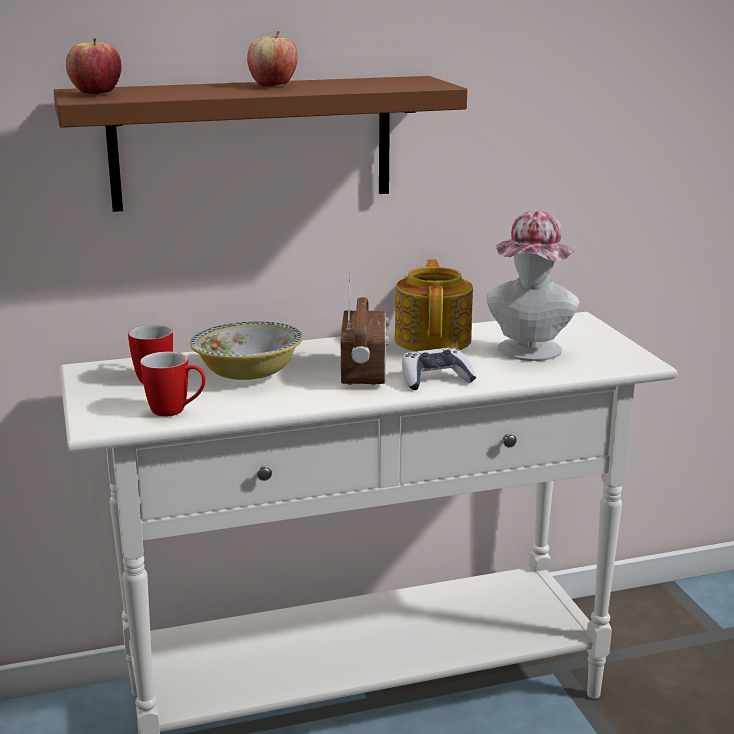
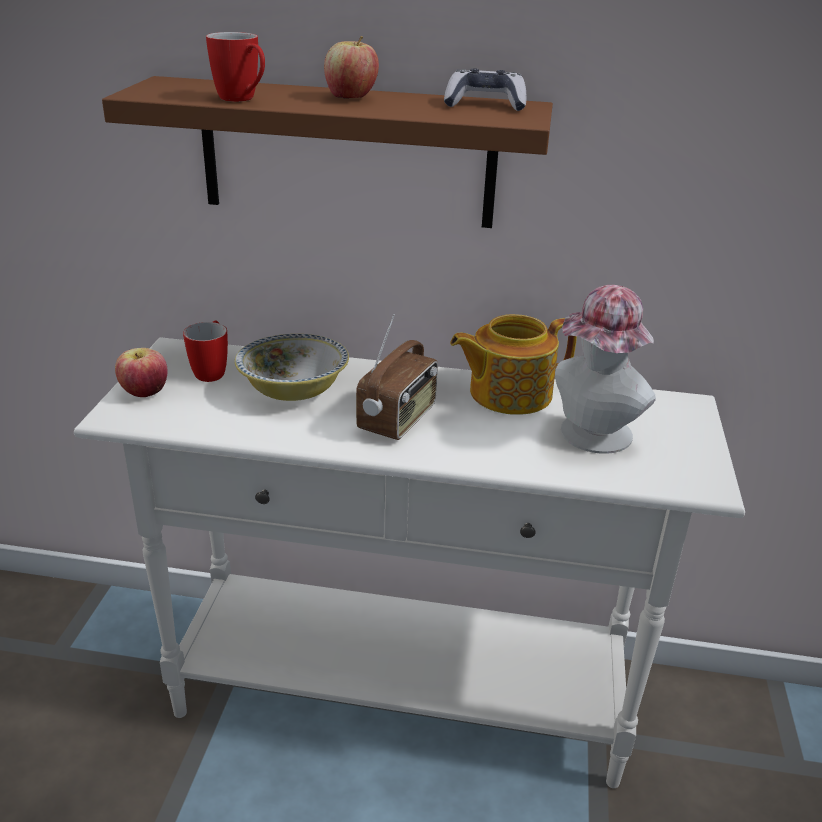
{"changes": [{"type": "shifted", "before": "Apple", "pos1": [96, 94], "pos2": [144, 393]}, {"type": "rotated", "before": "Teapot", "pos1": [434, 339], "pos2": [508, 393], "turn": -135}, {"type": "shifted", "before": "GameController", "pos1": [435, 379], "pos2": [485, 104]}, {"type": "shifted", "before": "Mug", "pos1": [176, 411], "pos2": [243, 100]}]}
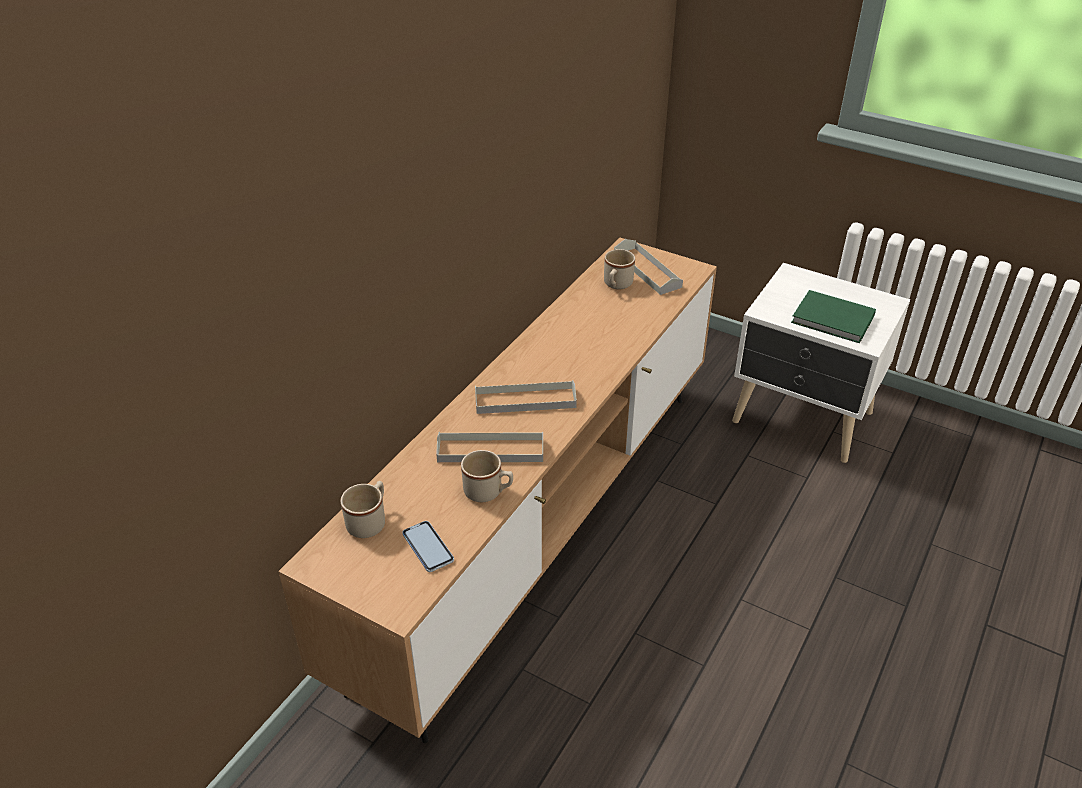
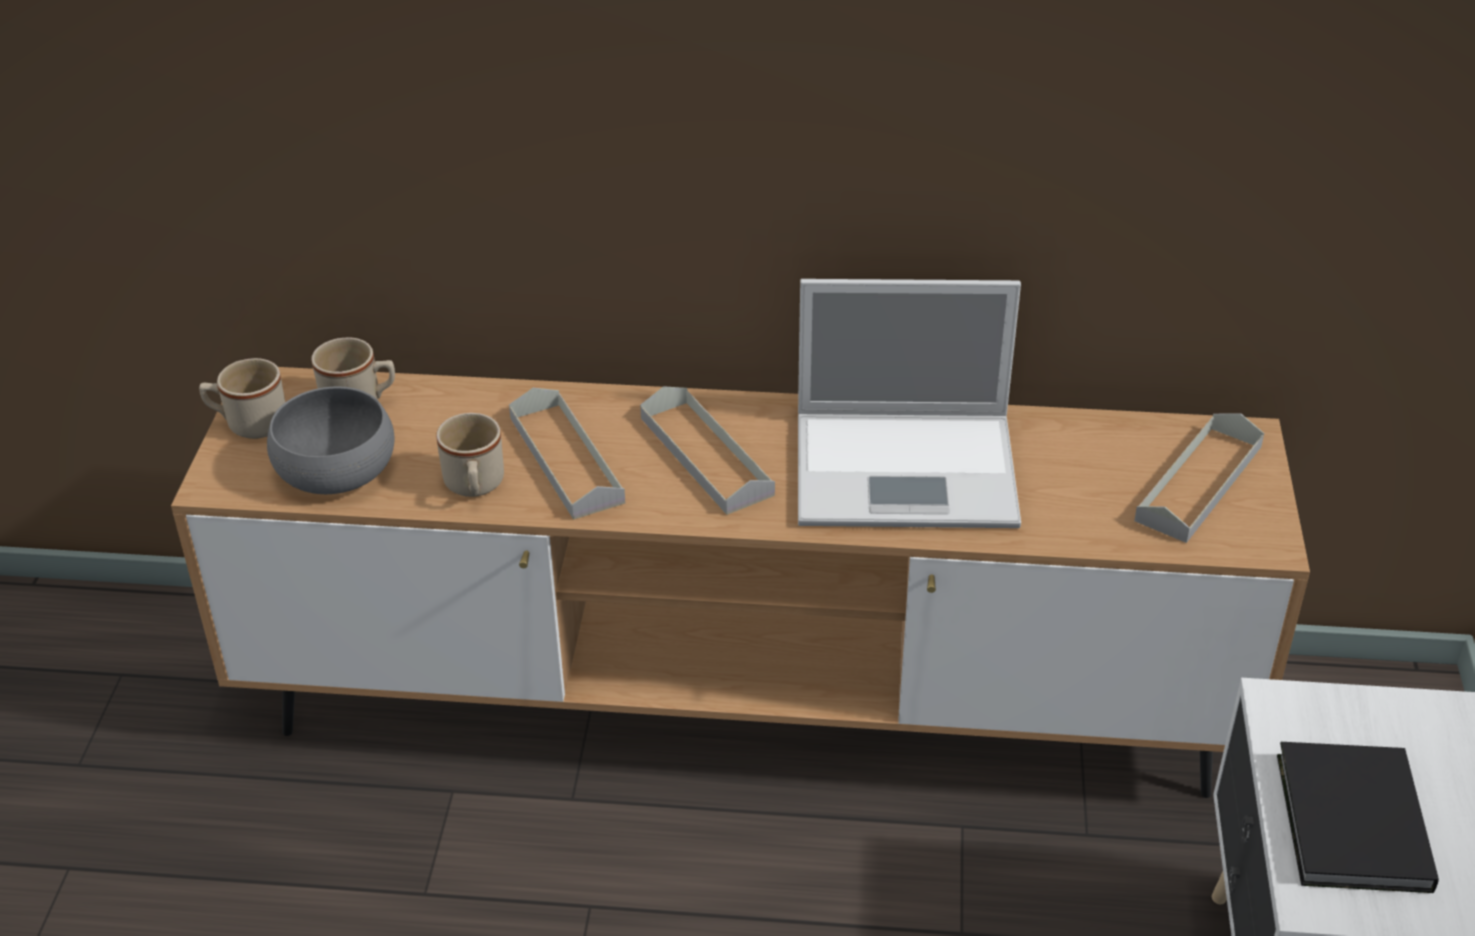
{"changes": [{"type": "shifted", "before": "BeigeMug", "pos1": [616, 285], "pos2": [248, 424]}, {"type": "repainted", "before": "GreenBook", "after": "BlackBook", "pos1": [834, 320], "pos2": [1350, 825]}, {"type": "swapped", "before": "Phone", "after": "GreyBowl", "pos1": [428, 547], "pos2": [336, 469]}, {"type": "new", "after": "Laptop", "pos2": [910, 470]}]}
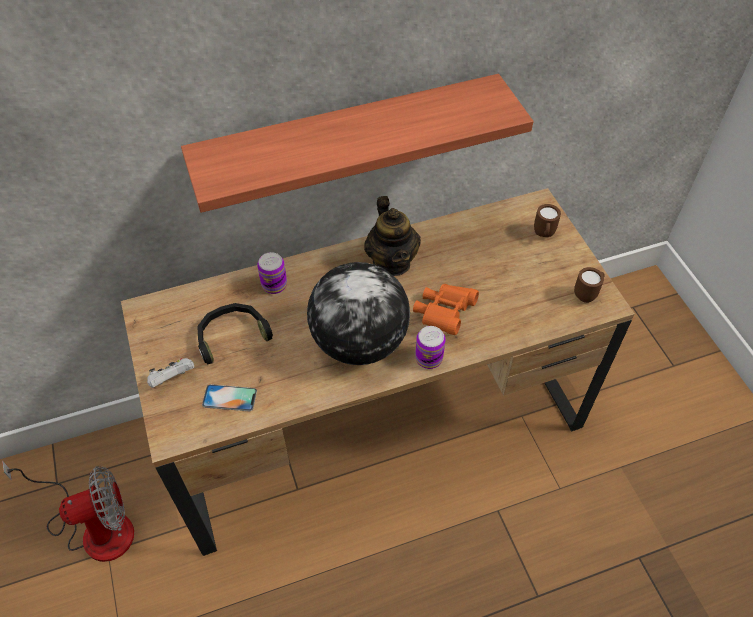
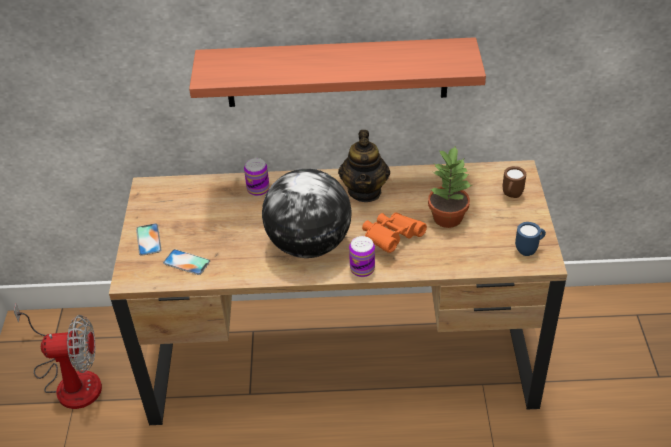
{"changes": [{"type": "repainted", "before": "BrownMug", "after": "BlueMug", "pos1": [587, 294], "pos2": [529, 250]}, {"type": "gone", "before": "BlackHeadphones", "pos1": [232, 336]}, {"type": "swapped", "before": "WhiteGameController", "after": "Phone", "pos1": [172, 379], "pos2": [148, 239]}, {"type": "new", "after": "PottedPlant", "pos2": [447, 217]}]}
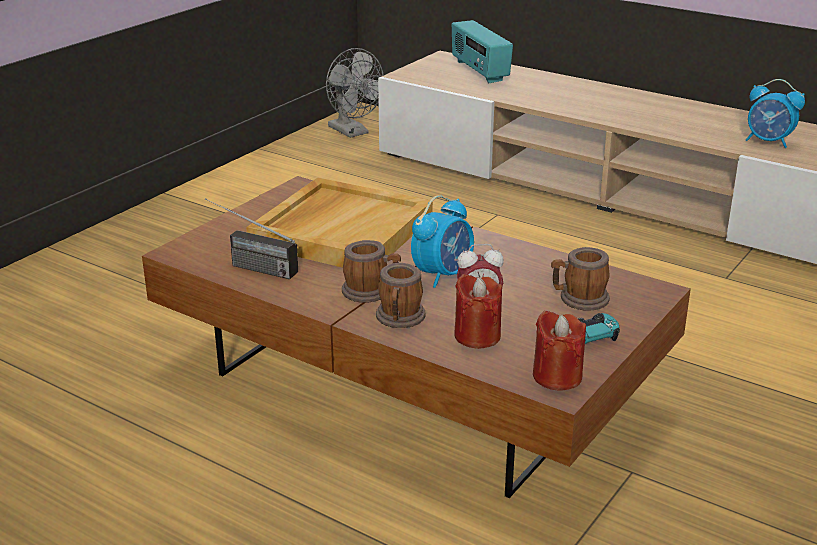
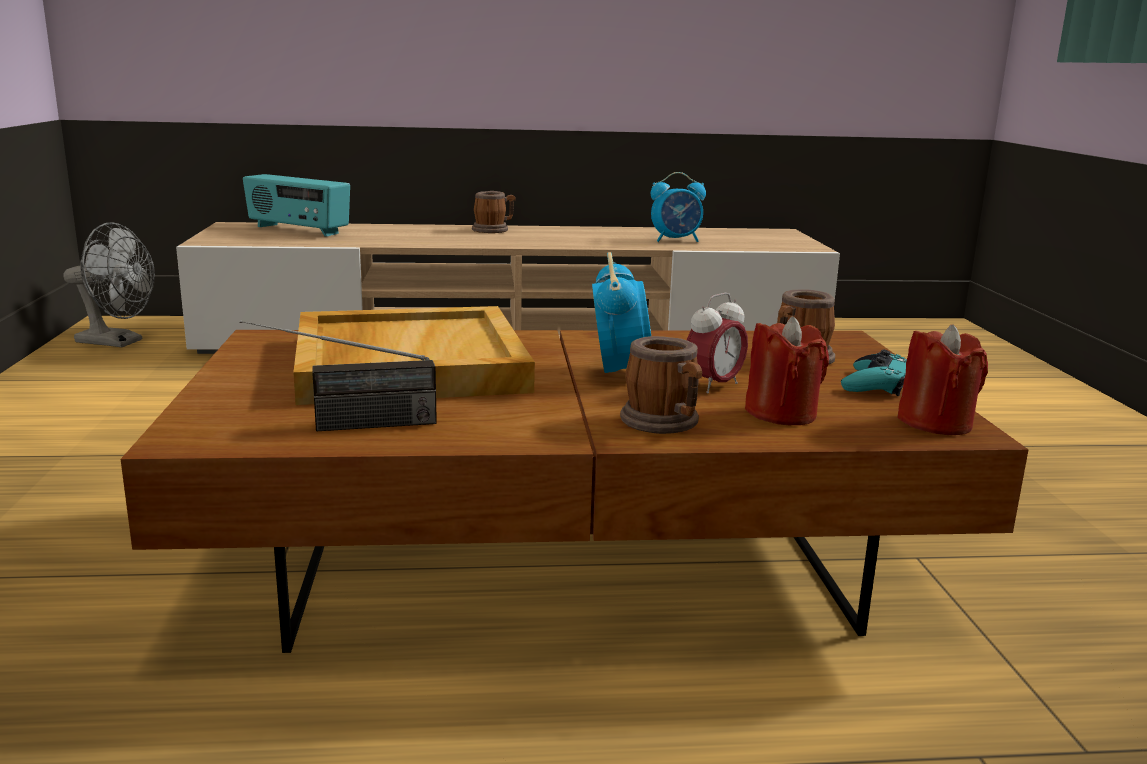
{"changes": [{"type": "shifted", "before": "Mug", "pos1": [371, 291], "pos2": [494, 230]}]}
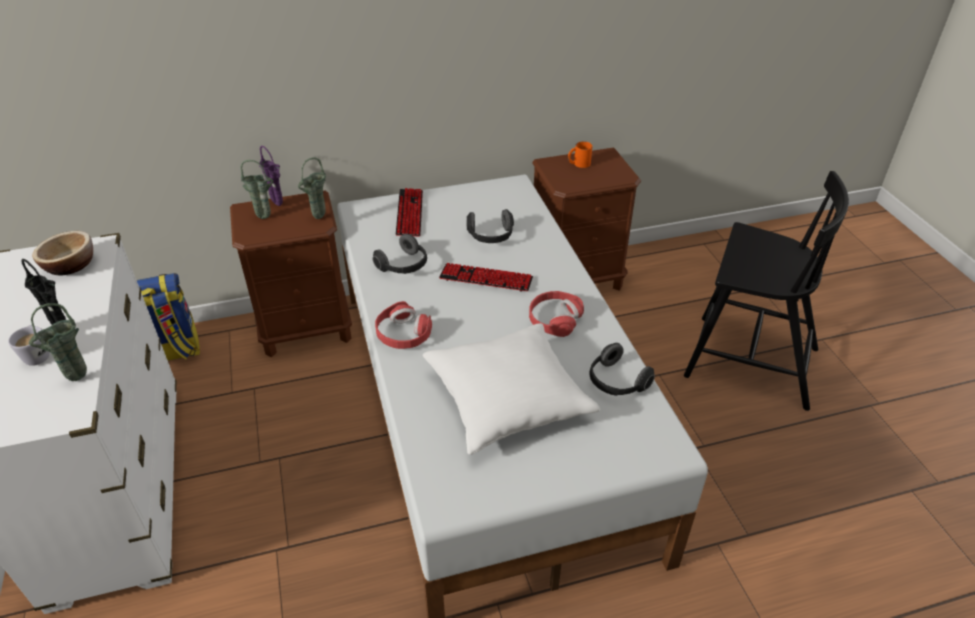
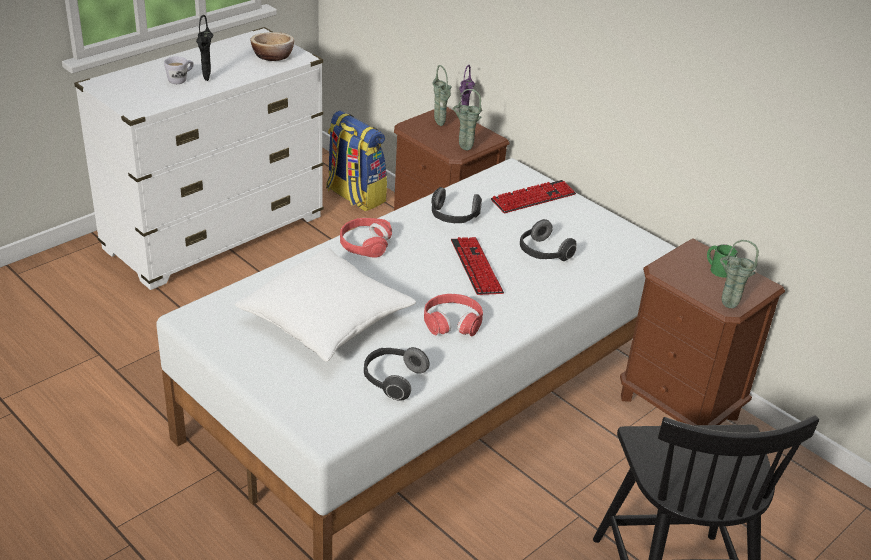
{"changes": [{"type": "repainted", "before": "OrangeMug", "after": "GreenMug", "pos1": [578, 164], "pos2": [717, 269]}, {"type": "shifted", "before": "GreenVase", "pos1": [76, 380], "pos2": [726, 306]}]}
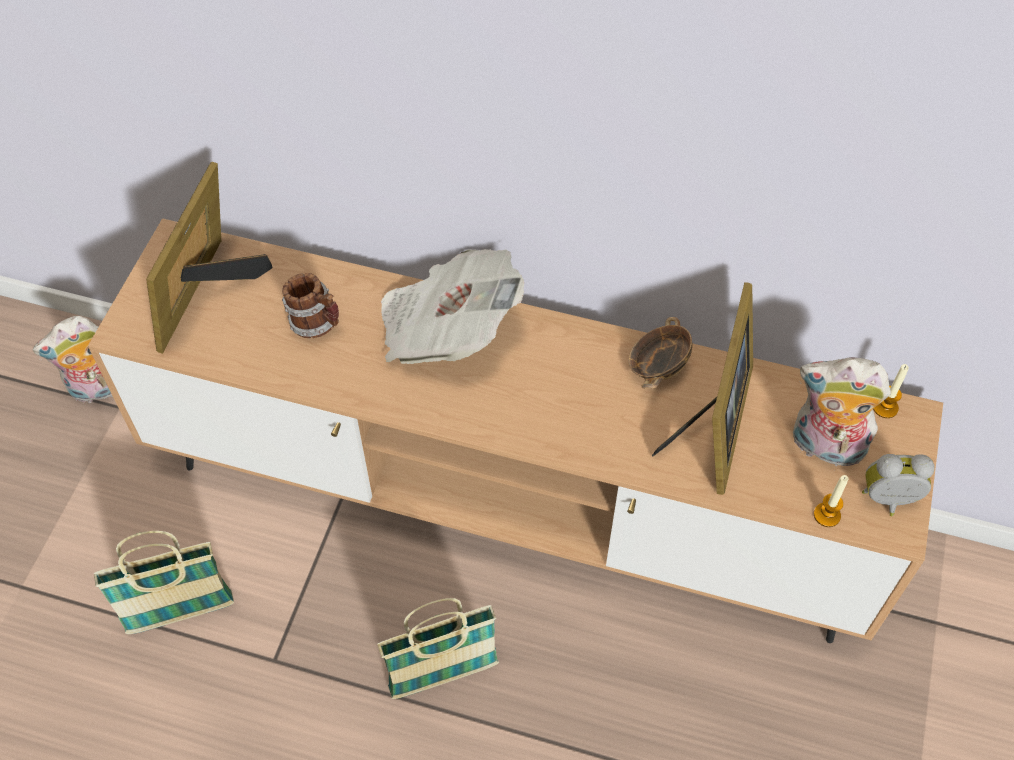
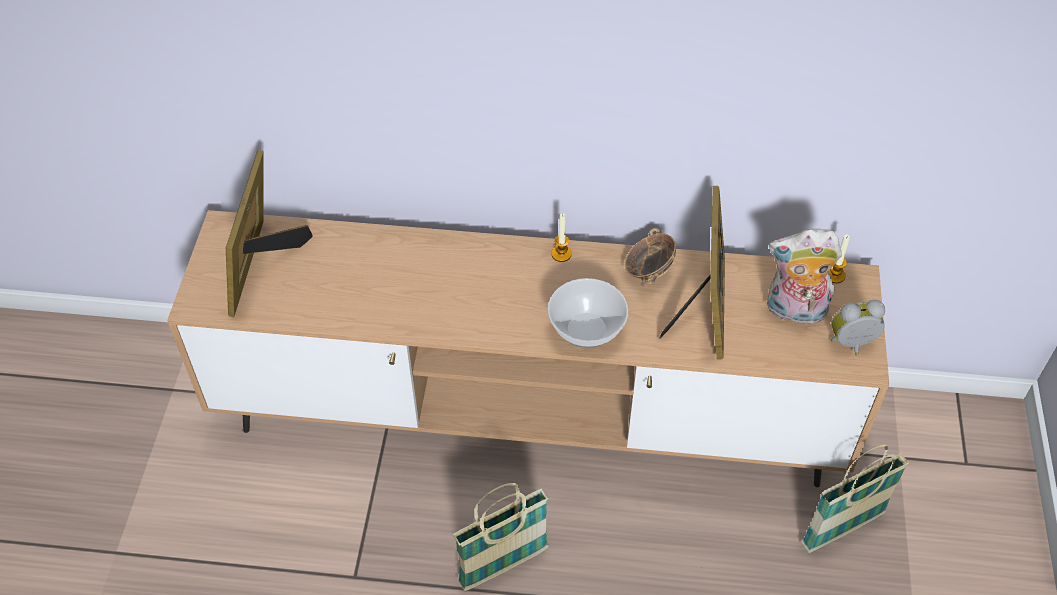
{"changes": [{"type": "gone", "before": "Newspaper", "pos1": [447, 329]}, {"type": "gone", "before": "Mug", "pos1": [317, 323]}, {"type": "gone", "before": "PlushToy", "pos1": [98, 390]}, {"type": "shifted", "before": "Candle", "pos1": [827, 515], "pos2": [561, 254]}, {"type": "shifted", "before": "Basket", "pos1": [181, 614], "pos2": [842, 530]}, {"type": "new", "after": "Bowl", "pos2": [585, 330]}]}
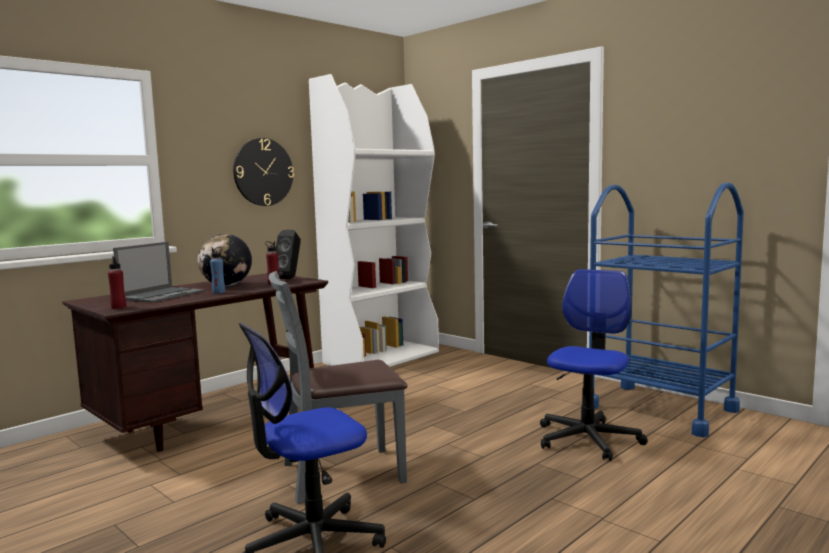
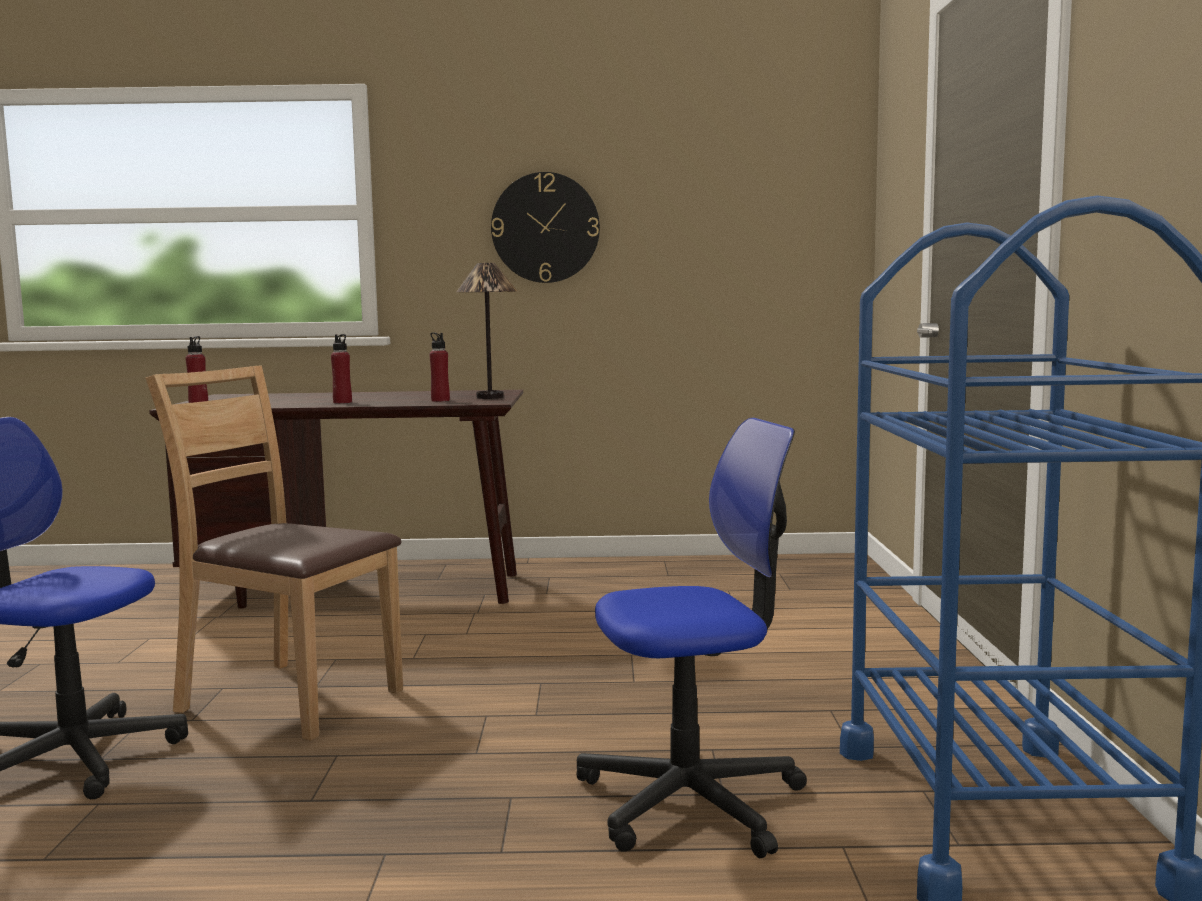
{"changes": [{"type": "gone", "before": "WhiteBookcase", "pos1": [382, 357]}, {"type": "swapped", "before": "BlackSpeaker", "after": "TableLamp", "pos1": [290, 278], "pos2": [490, 397]}, {"type": "gone", "before": "Globe", "pos1": [226, 285]}, {"type": "gone", "before": "Laptop", "pos1": [162, 295]}, {"type": "repainted", "before": "BlueBottle", "after": "RedBottle", "pos1": [218, 292], "pos2": [342, 402]}, {"type": "repainted", "before": "GreyChair", "after": "BrownChair", "pos1": [341, 474], "pos2": [289, 699]}]}
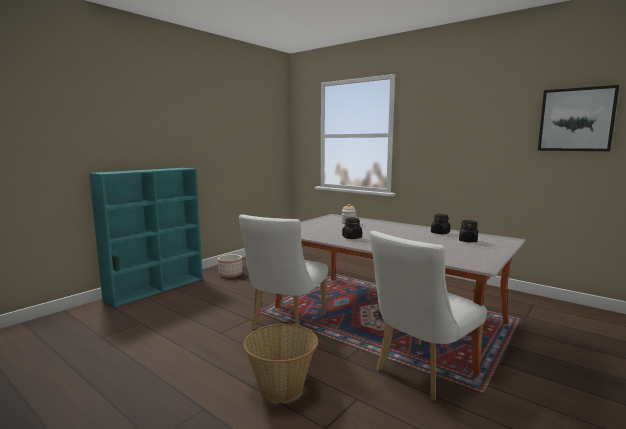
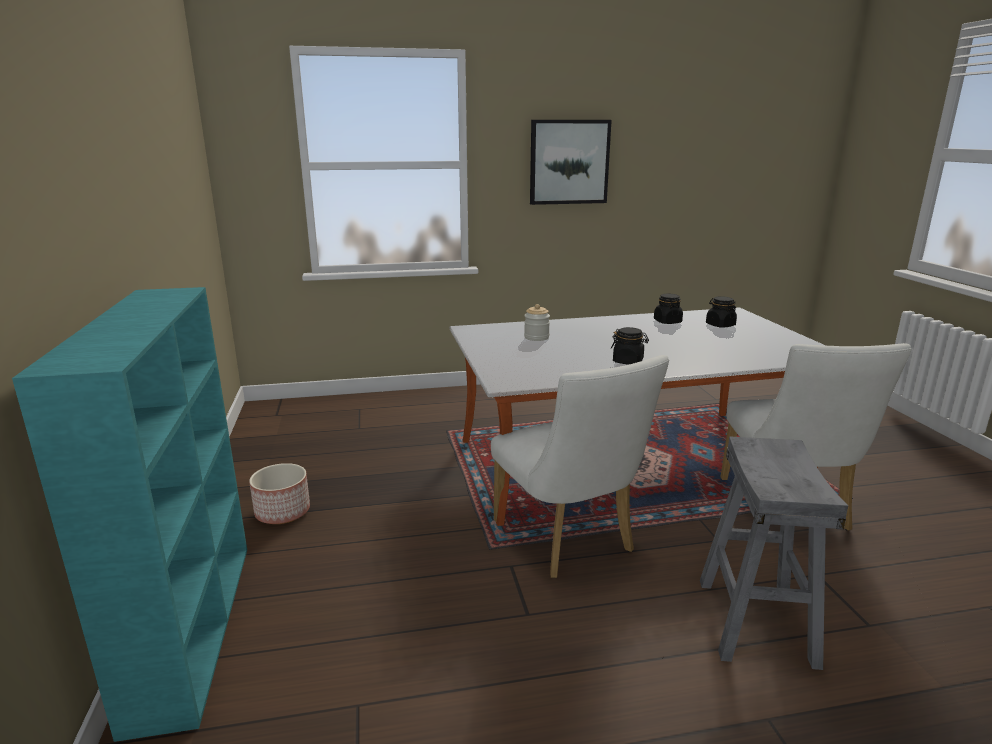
{"changes": [{"type": "shifted", "before": "Picture", "pos1": [576, 120], "pos2": [569, 162]}, {"type": "swapped", "before": "Basket", "after": "GreyStool", "pos1": [281, 388], "pos2": [757, 621]}]}
